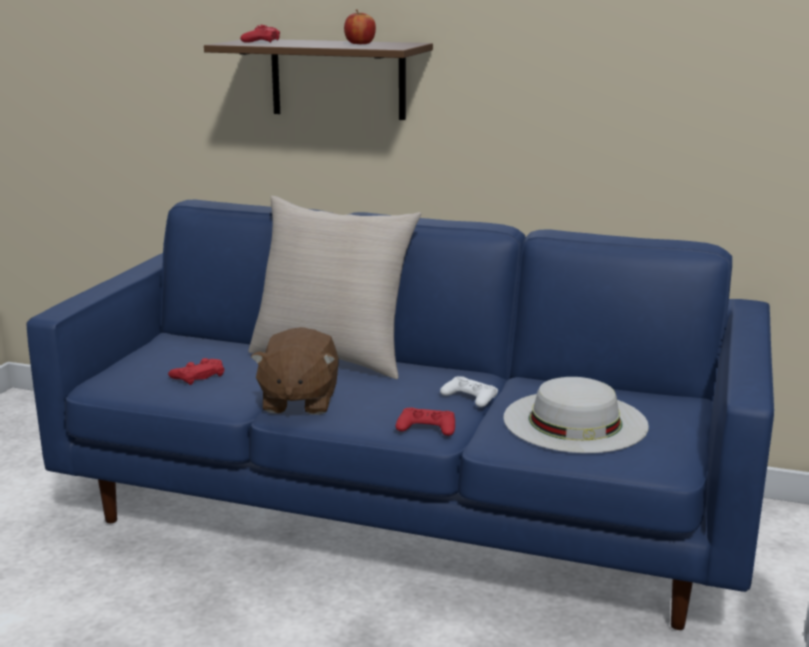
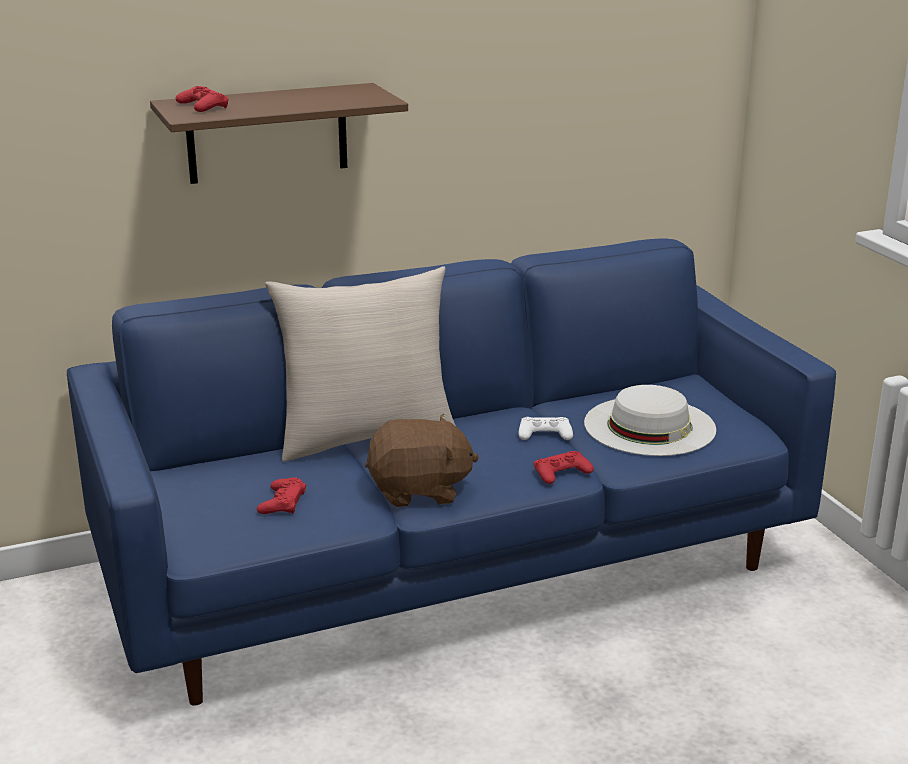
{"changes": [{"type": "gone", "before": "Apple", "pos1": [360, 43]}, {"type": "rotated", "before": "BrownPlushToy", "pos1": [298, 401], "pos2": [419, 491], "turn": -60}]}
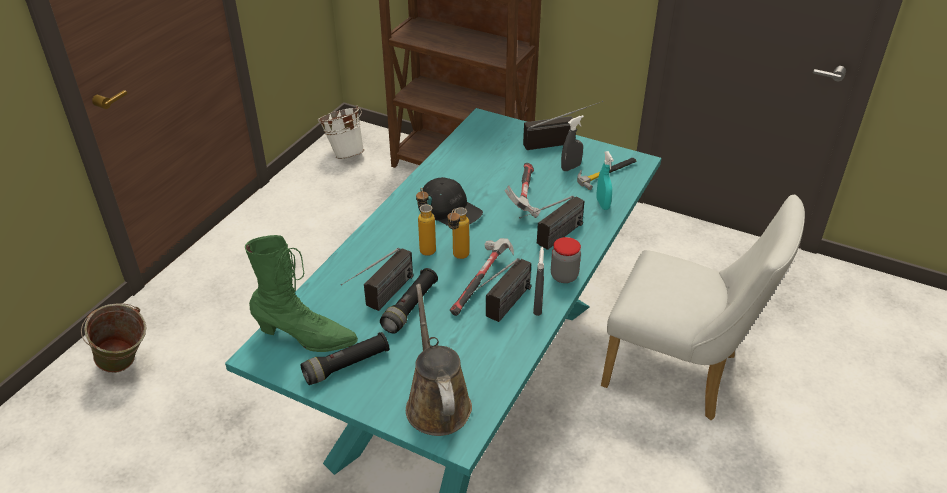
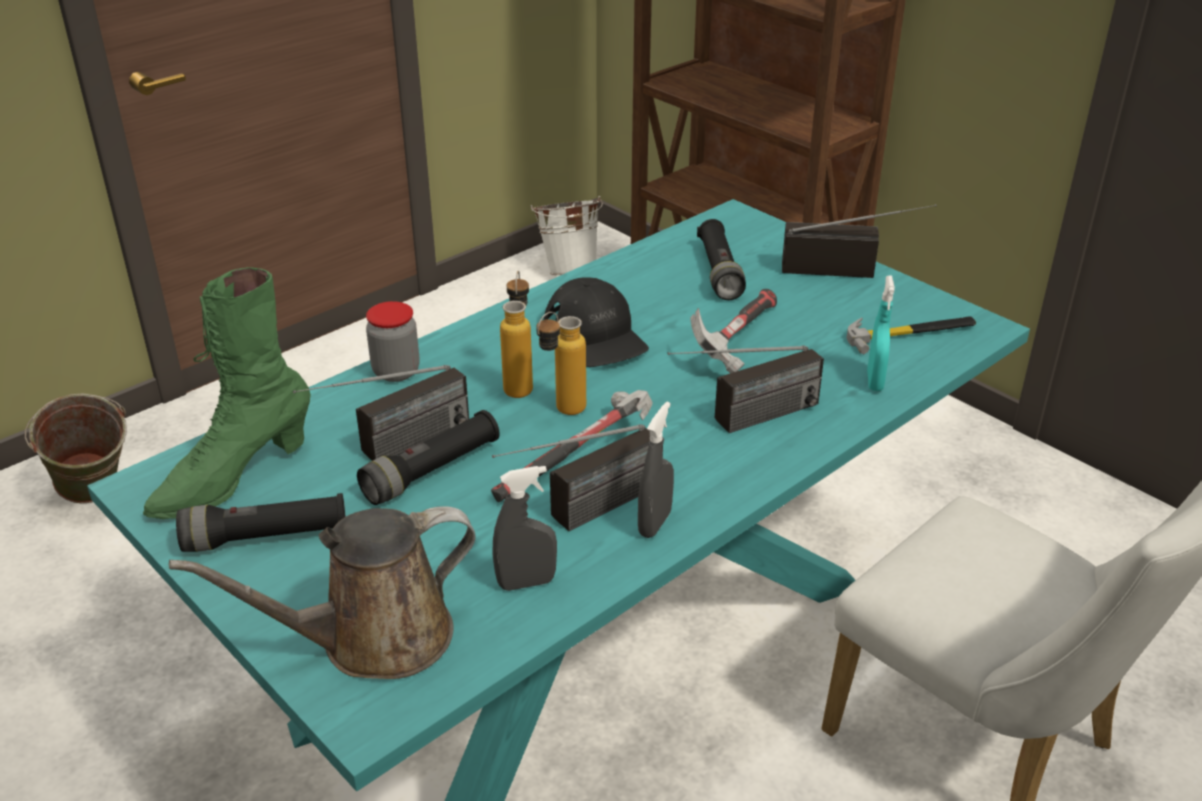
{"changes": [{"type": "shifted", "before": "GreySprayBottle", "pos1": [571, 167], "pos2": [526, 583]}, {"type": "rotated", "before": "GreenBoot", "pos1": [306, 338], "pos2": [233, 478], "turn": 105}, {"type": "shifted", "before": "Jar", "pos1": [564, 276], "pos2": [396, 372]}, {"type": "rotated", "before": "BrownWateringCan", "pos1": [437, 402], "pos2": [373, 639], "turn": -120}, {"type": "new", "after": "BlackFlashlight", "pos2": [719, 272]}]}
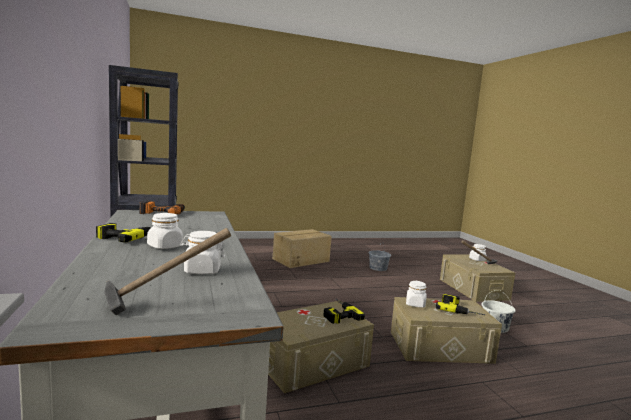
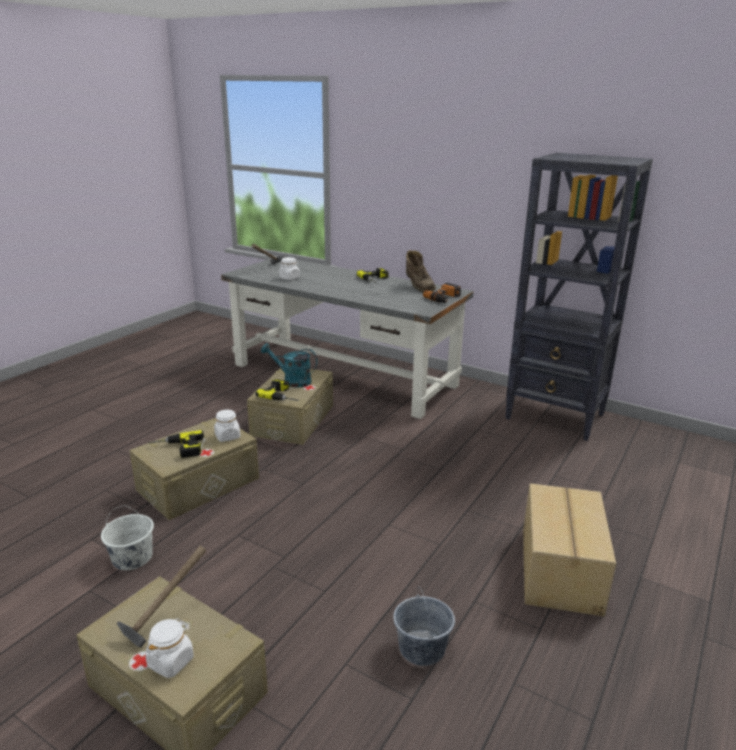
{"changes": [{"type": "gone", "before": "WhiteJar", "pos1": [165, 246]}, {"type": "new", "after": "BrownBoot", "pos2": [418, 288]}, {"type": "new", "after": "TurquoiseWateringCan", "pos2": [292, 381]}]}
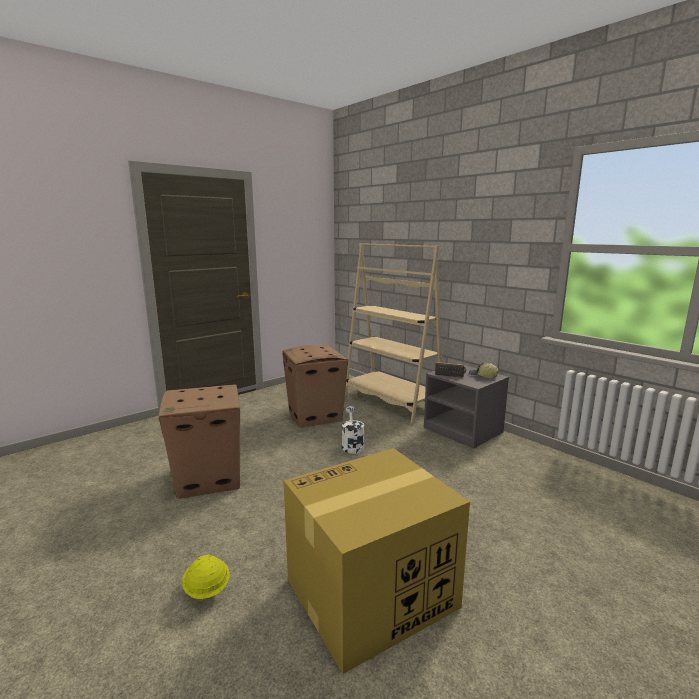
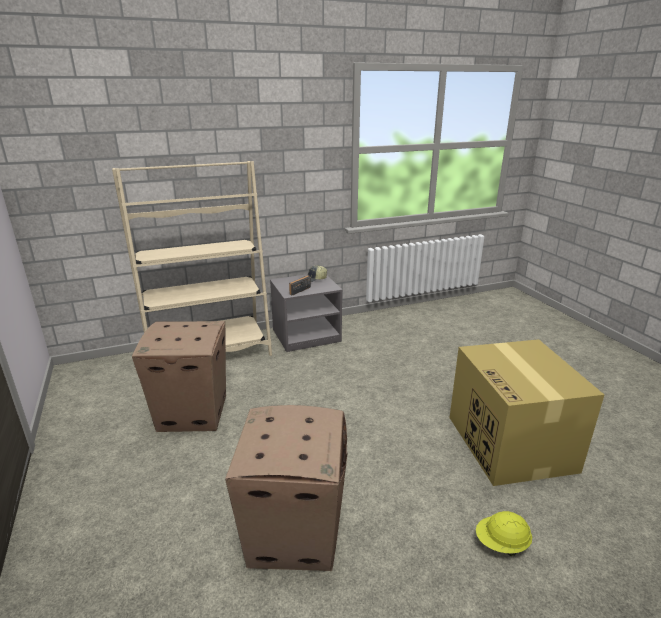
{"changes": [{"type": "gone", "before": "WhiteWateringCan", "pos1": [352, 445]}]}
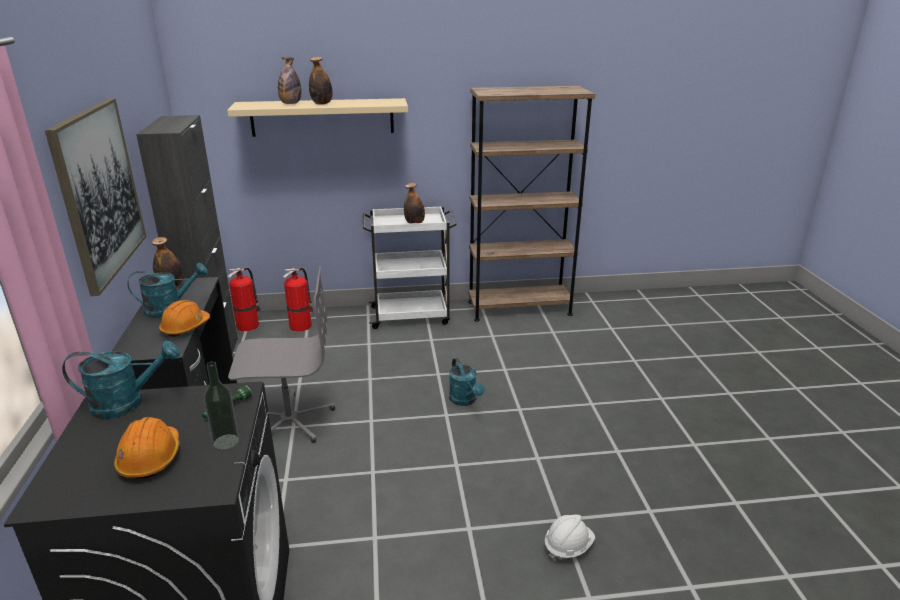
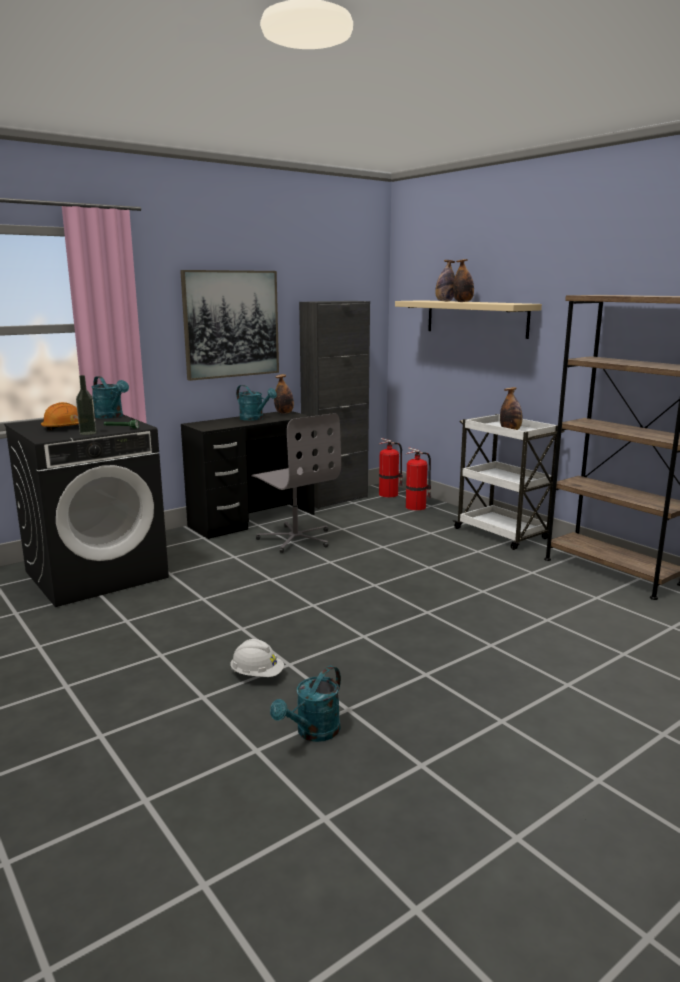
{"changes": [{"type": "gone", "before": "OrangeHardHat", "pos1": [185, 327]}, {"type": "shifted", "before": "TurquoiseWateringCan", "pos1": [465, 400], "pos2": [313, 733]}]}
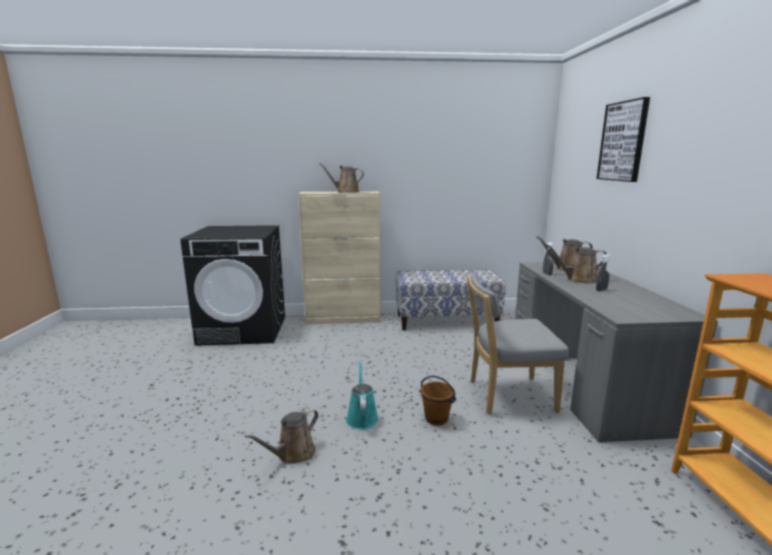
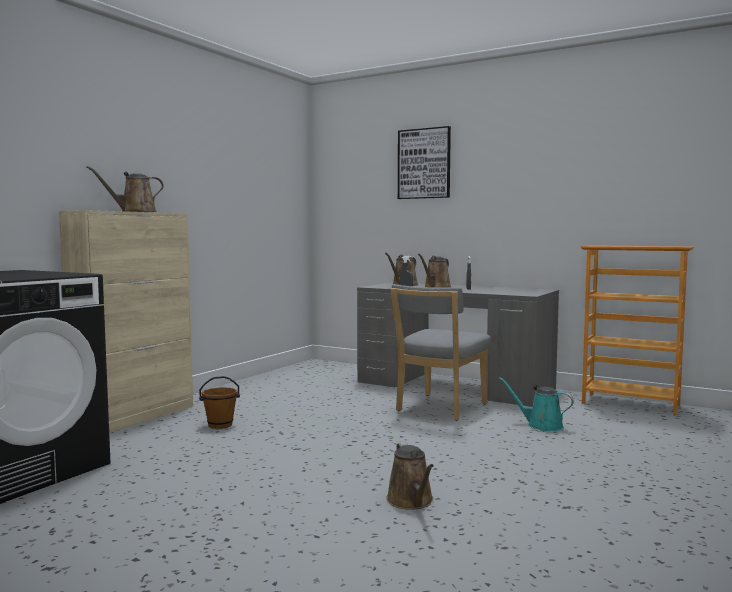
{"changes": [{"type": "gone", "before": "Bench", "pos1": [446, 320]}, {"type": "shifted", "before": "TurquoiseWateringCan", "pos1": [362, 417], "pos2": [541, 425]}, {"type": "shifted", "before": "BrownBucket", "pos1": [436, 419], "pos2": [220, 425]}]}
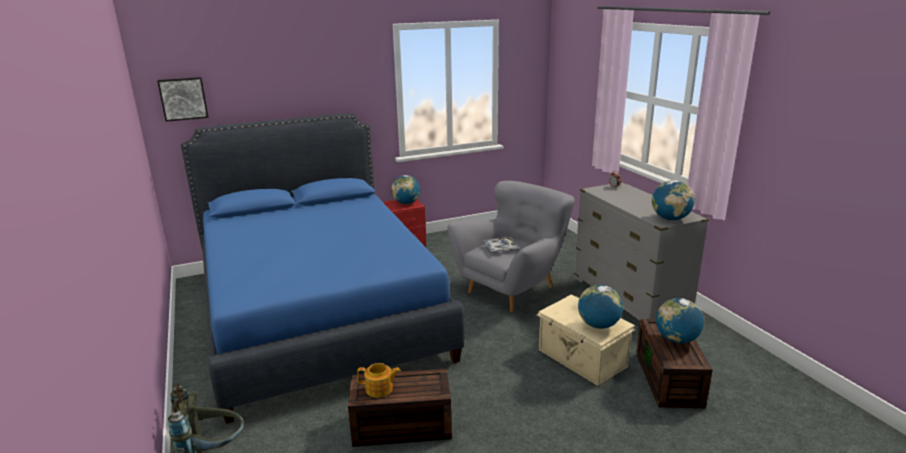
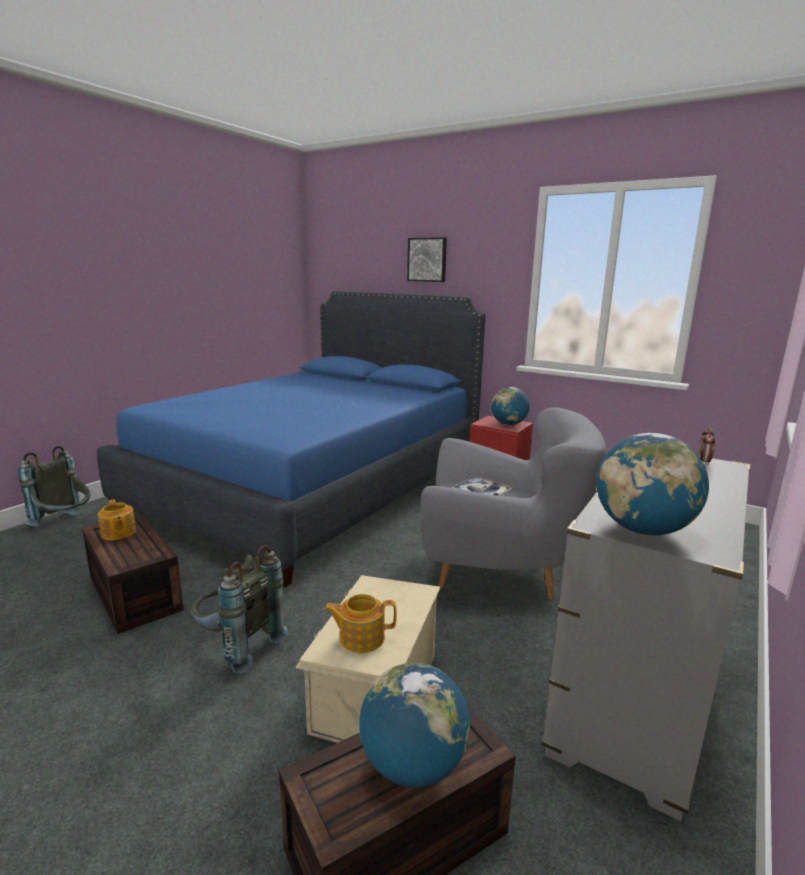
{"changes": [{"type": "shifted", "before": "Picture", "pos1": [183, 98], "pos2": [427, 259]}, {"type": "swapped", "before": "Globe", "after": "Teapot", "pos1": [598, 325], "pos2": [360, 637]}, {"type": "new", "after": "GreyBackpack", "pos2": [237, 646]}]}
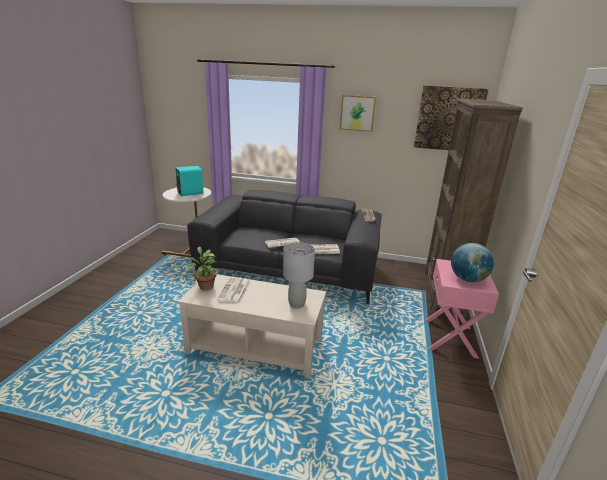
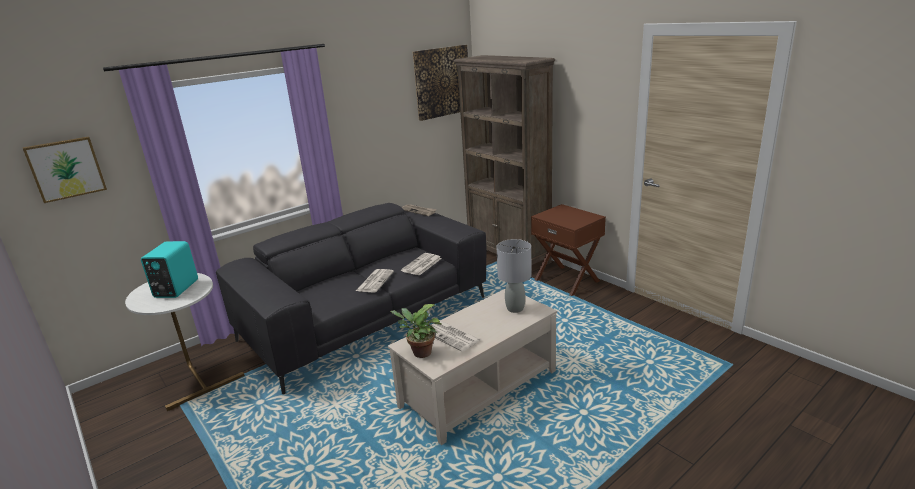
{"changes": [{"type": "shifted", "before": "Picture", "pos1": [357, 113], "pos2": [66, 168]}, {"type": "gone", "before": "Globe", "pos1": [467, 279]}, {"type": "repainted", "before": "PinkNightstand", "after": "BrownNightstand", "pos1": [450, 338], "pos2": [567, 280]}]}
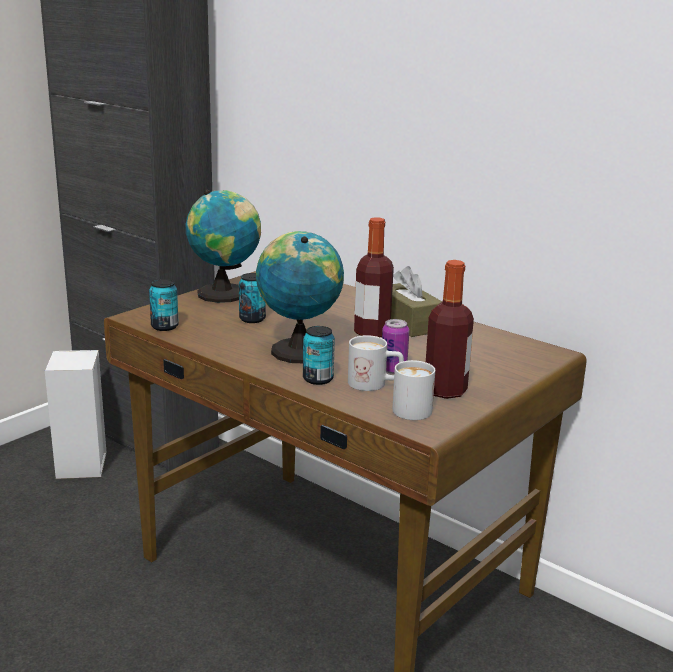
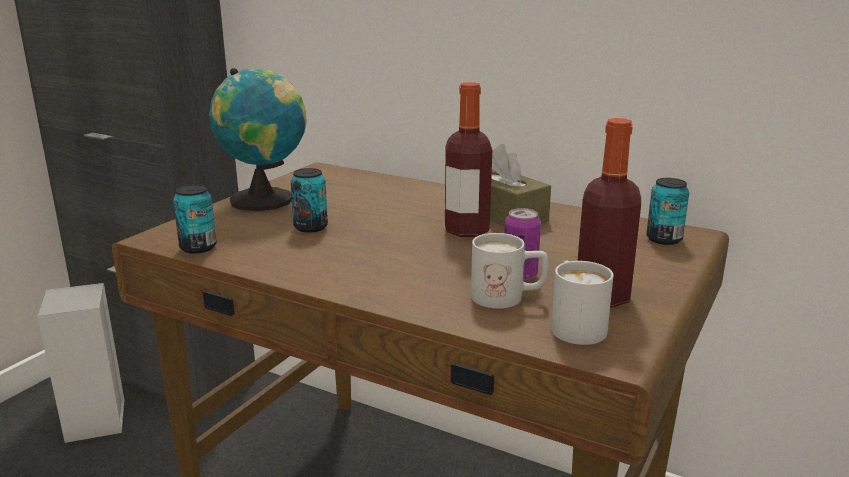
{"changes": [{"type": "gone", "before": "Globe", "pos1": [298, 350]}, {"type": "shifted", "before": "Can", "pos1": [318, 379], "pos2": [664, 239]}]}
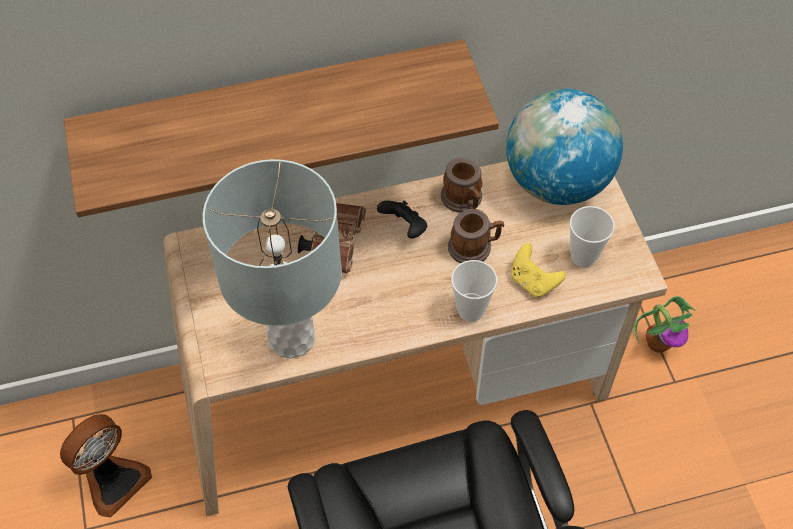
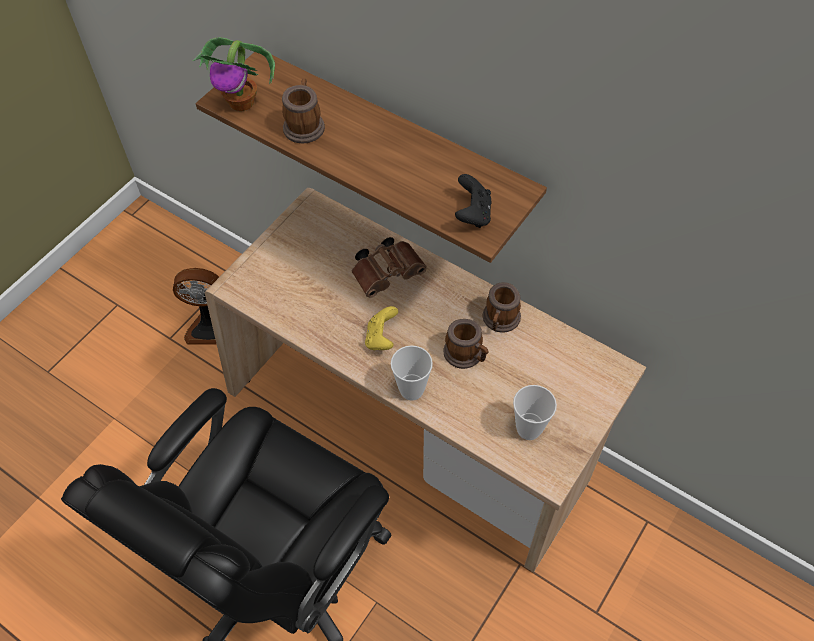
{"changes": [{"type": "gone", "before": "Globe", "pos1": [556, 182]}, {"type": "gone", "before": "GreyTableLamp", "pos1": [291, 337]}, {"type": "shifted", "before": "BlackGameController", "pos1": [404, 228], "pos2": [473, 214]}, {"type": "shifted", "before": "YellowGameController", "pos1": [533, 282], "pos2": [381, 338]}, {"type": "shifted", "before": "PottedPlant", "pos1": [658, 342], "pos2": [242, 102]}, {"type": "new", "after": "Mug", "pos2": [304, 125]}]}
